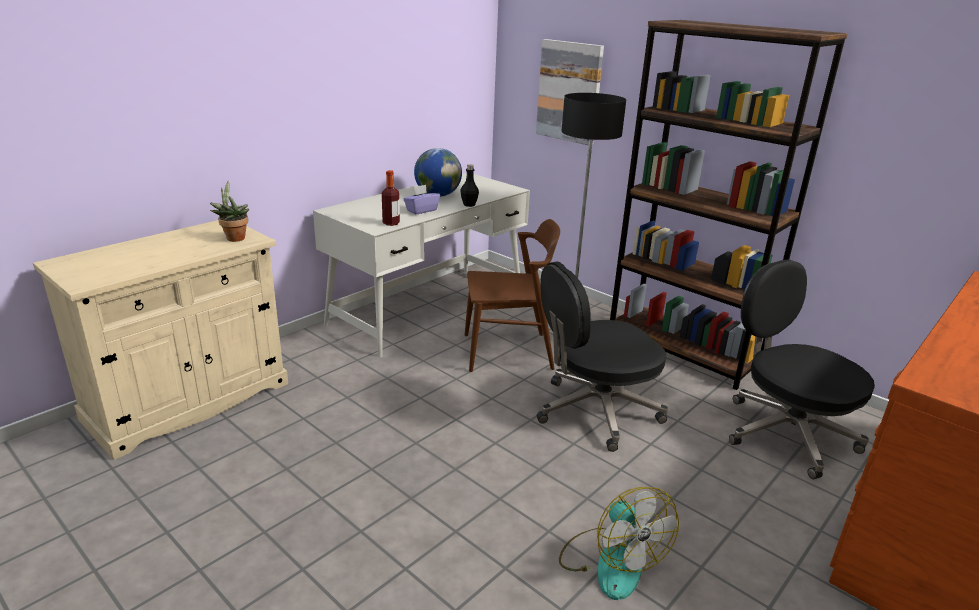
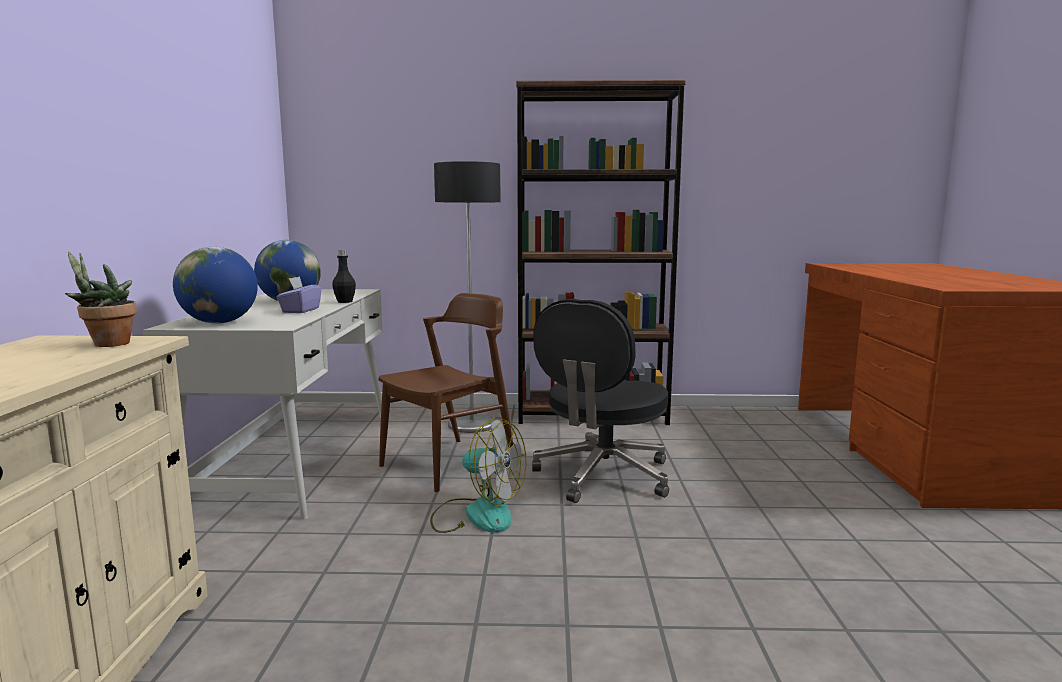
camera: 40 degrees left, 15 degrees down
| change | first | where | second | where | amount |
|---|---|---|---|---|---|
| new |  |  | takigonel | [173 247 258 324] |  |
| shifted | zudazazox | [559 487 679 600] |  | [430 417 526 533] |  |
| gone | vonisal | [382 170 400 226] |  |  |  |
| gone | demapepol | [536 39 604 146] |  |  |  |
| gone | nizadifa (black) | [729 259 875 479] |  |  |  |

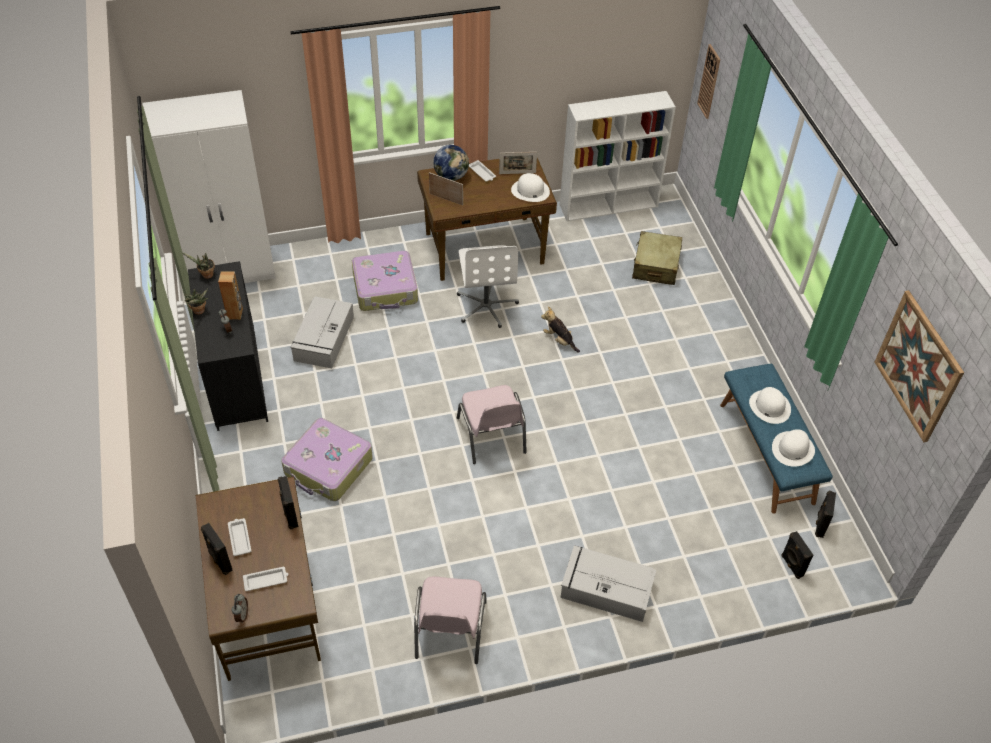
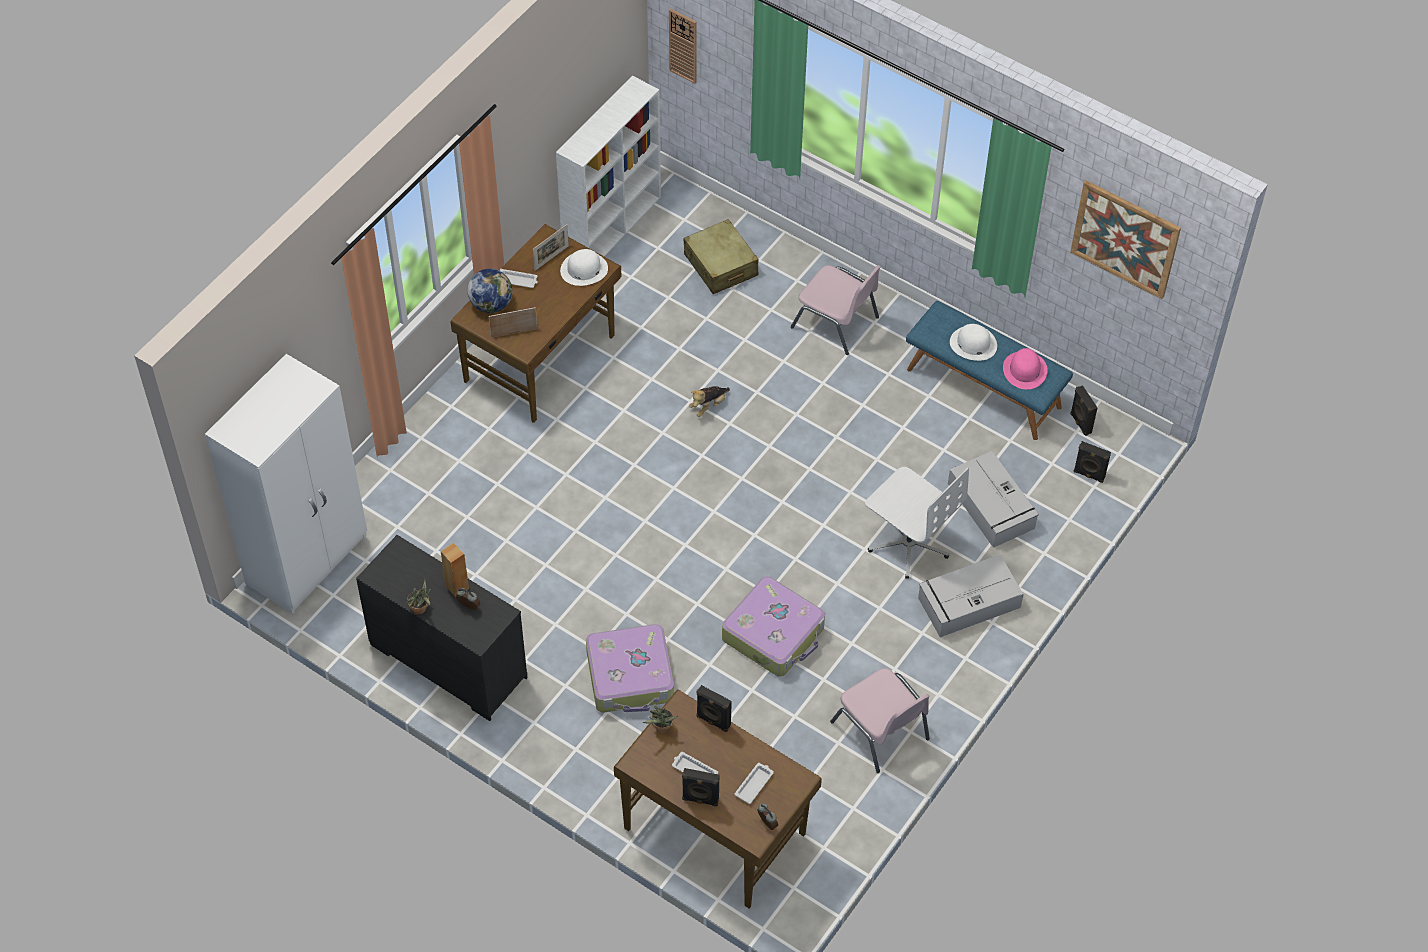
camera: 40 degrees left, 5 degrees up
| change | first | where | second | where | amount |
|---|---|---|---|---|---|
| shifted | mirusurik | [182 252 215 279] |  | [643 706 678 733] |  |
| rotated | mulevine | [541 307 580 353] |  | [689 386 730 417] | 45 degrees counterclockwise |
| shifted | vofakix | [352 251 418 311] |  | [722 576 825 677] |  |
| shifted | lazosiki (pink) | [457 385 527 464] |  | [791 265 881 355] |  |
| shifted | nizadifa (white) | [457 245 519 328] |  | [865 467 969 579] |  |
| shifted | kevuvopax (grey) | [291 296 354 368] |  | [948 451 1039 548] |  |
| repainted | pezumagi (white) | [772 429 815 467] | pezumagi (pink) | [1003 348 1048 389] |  |

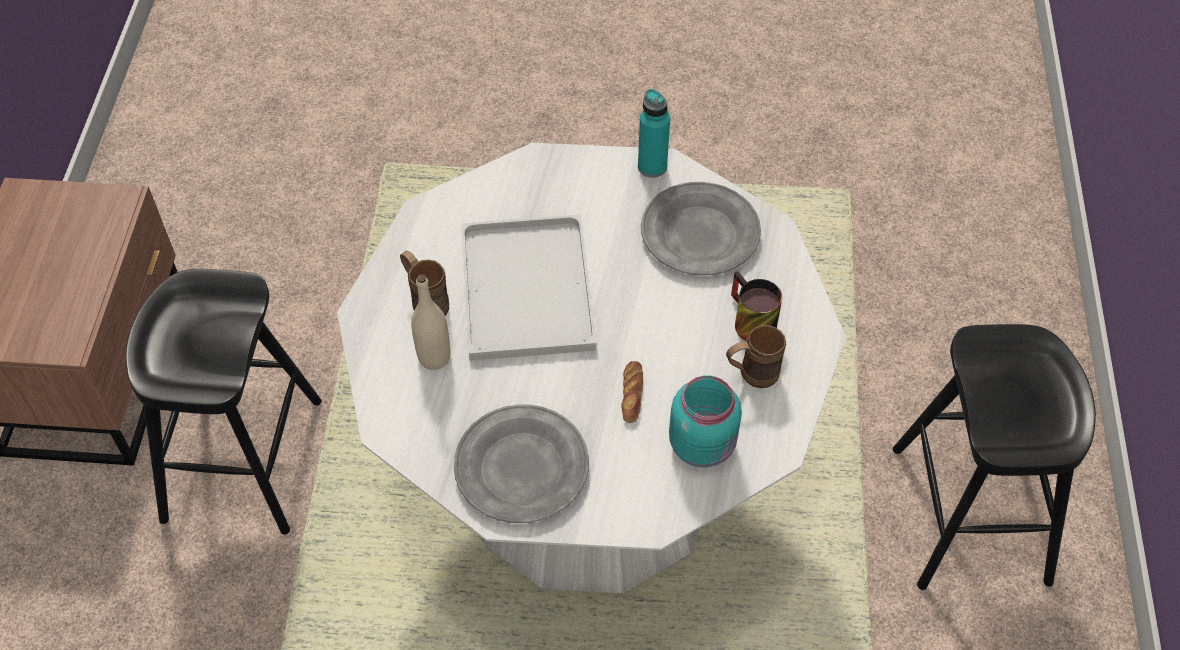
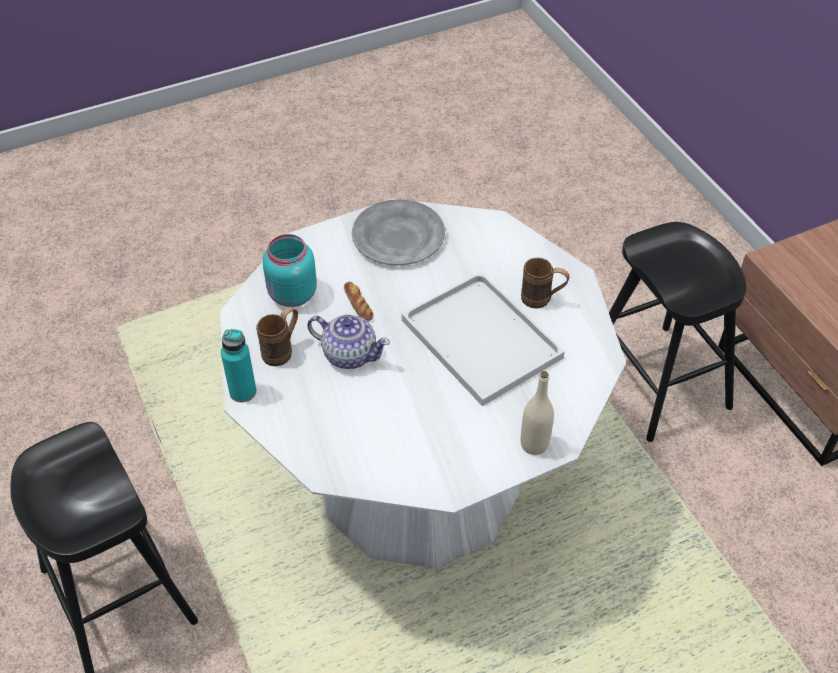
camera: 150 degrees right, 5 degrees down
| change | first | where | second | where | amount |
|---|---|---|---|---|---|
| shifted | vonisal (turquoise) | [638 89 670 178] |  | [221 329 257 402] |  |
| new |  |  | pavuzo | [307 314 390 369] |  |
| shifted | vonisal (beige) | [411 274 451 370] |  | [521 371 554 455] |  |
| gone | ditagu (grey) | [641 182 761 276] |  |  |  |
| gone | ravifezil | [731 271 782 341] |  |  |  |

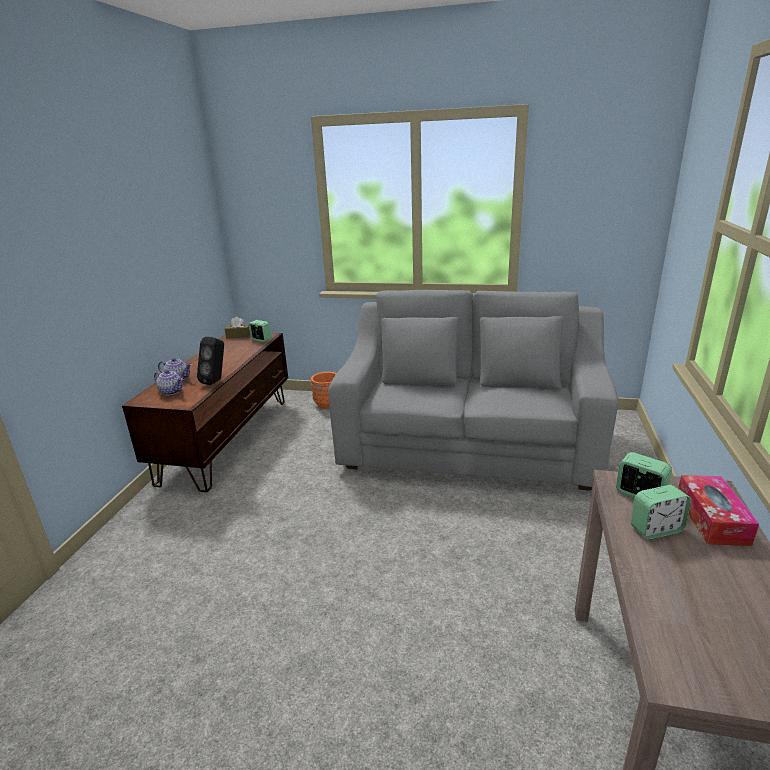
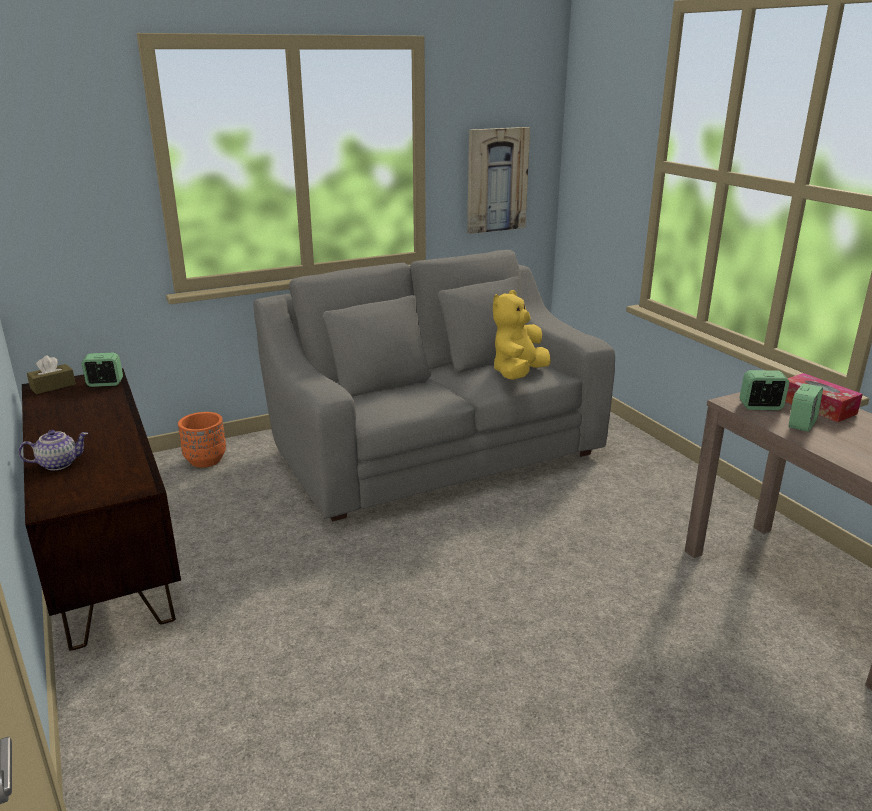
camera: 40 degrees left, 0 degrees up
| change | first | where | second | where | amount |
|---|---|---|---|---|---|
| new |  |  | demapepol | [467 127 530 234] |  |
| new |  |  | mulevine (yellow) | [493 290 551 380] |  |
| gone | pavuzo | [154 370 183 395] |  |  |  |
| gone | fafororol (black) | [197 337 224 385] |  |  |  |

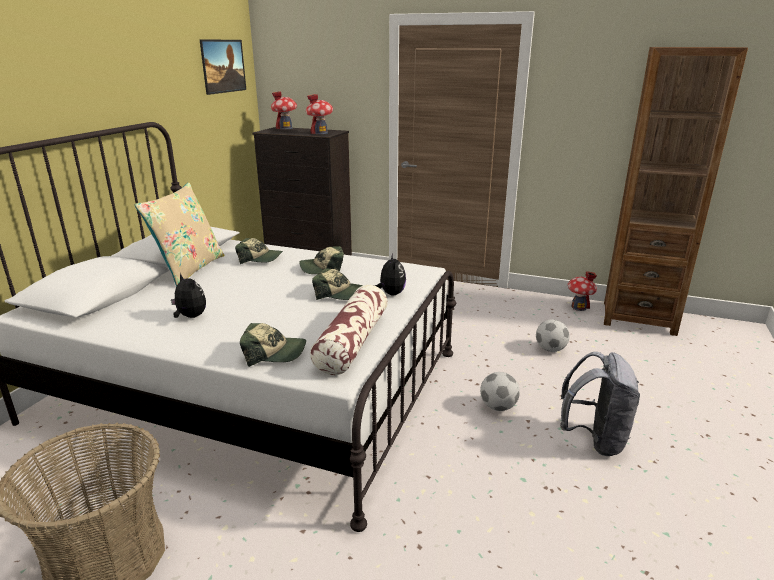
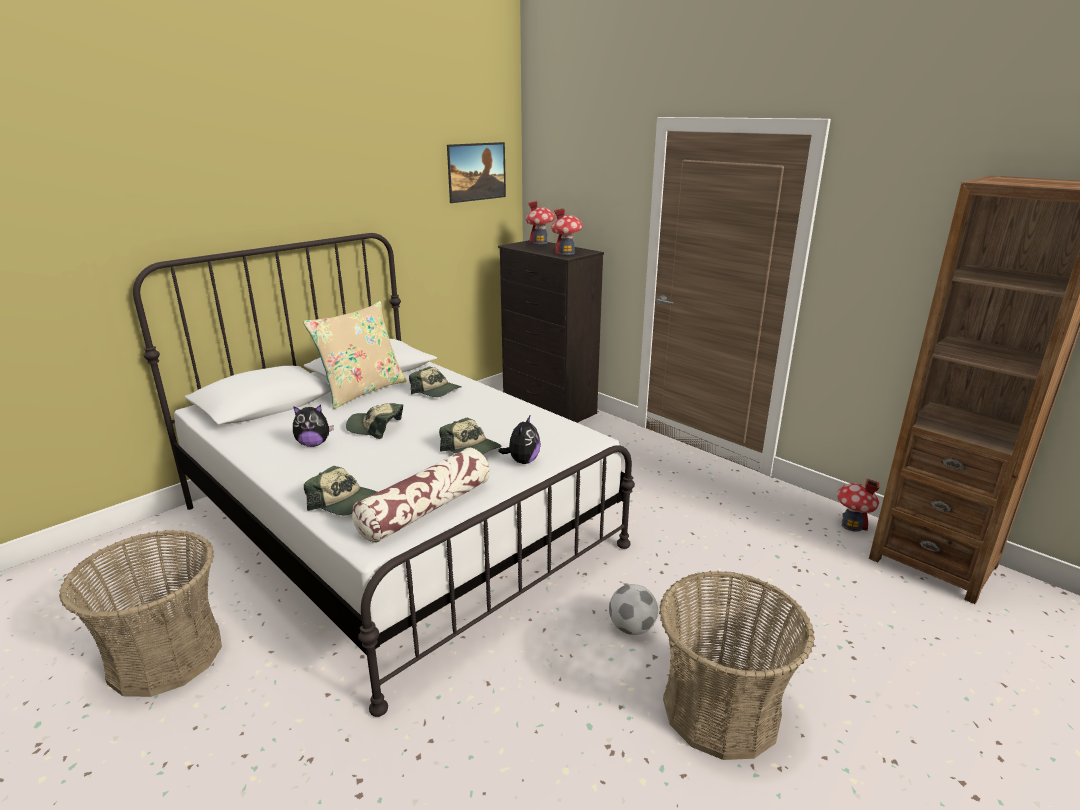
camera: 25 degrees right, 0 degrees up
| change | first | where | second | where | amount |
|---|---|---|---|---|---|
| rotated | mulevine | [171 273 206 318] |  | [293 405 334 447] | 105 degrees clockwise |
| shifted | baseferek | [299 246 344 274] |  | [346 403 403 439] |  |
| swapped | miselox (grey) | [560 352 640 456] | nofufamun | [659 571 815 760] |  |
| gone | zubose | [536 319 570 352] |  |  |  |

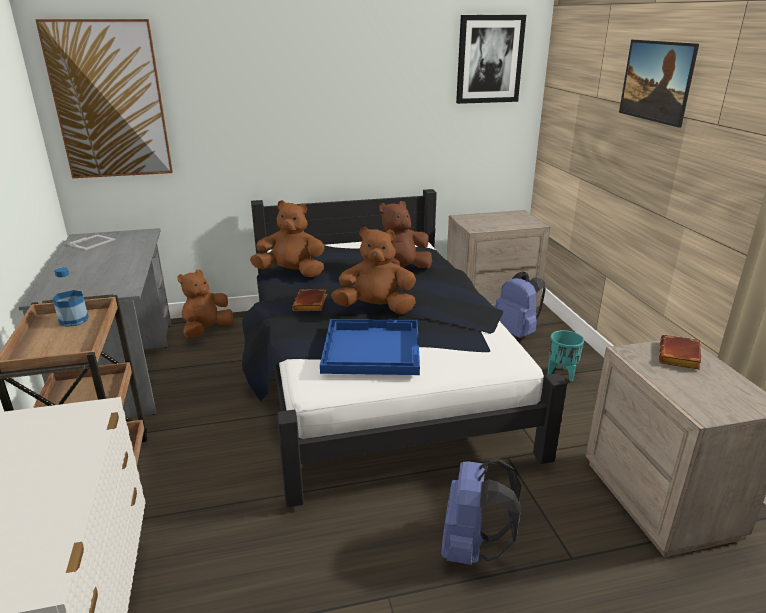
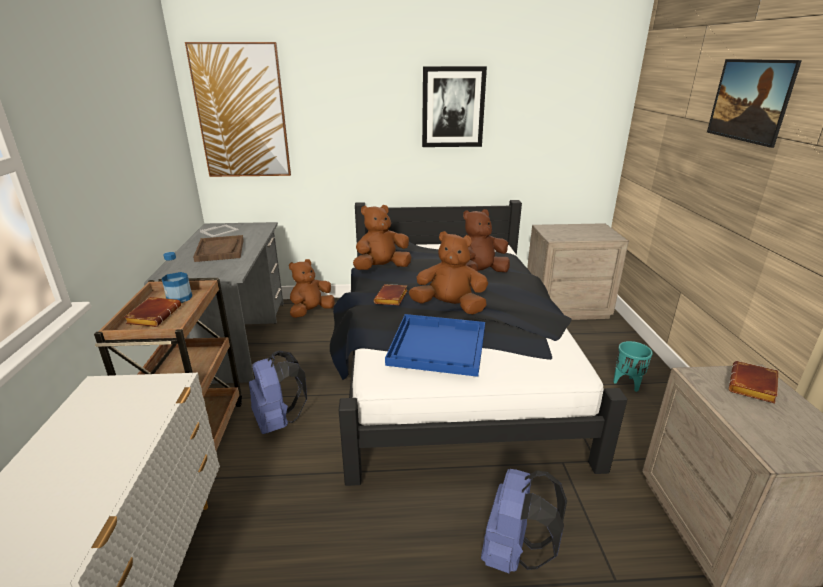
camera: 10 degrees right, 0 degrees up
| change | first | where | second | where | amount |
|---|---|---|---|---|---|
| new |  |  | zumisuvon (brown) | [124 297 181 327] |  |
| new |  |  | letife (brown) | [193 235 244 262] |  |
| shifted | miselox (blue) | [494 272 546 338] |  | [249 350 307 434] |  |
| rotated | mulevine (brown) | [250 200 325 277] |  | [353 205 411 270] | 45 degrees counterclockwise |
| shifted | demapepol | [456 15 526 104] |  | [422 66 487 147] |  |

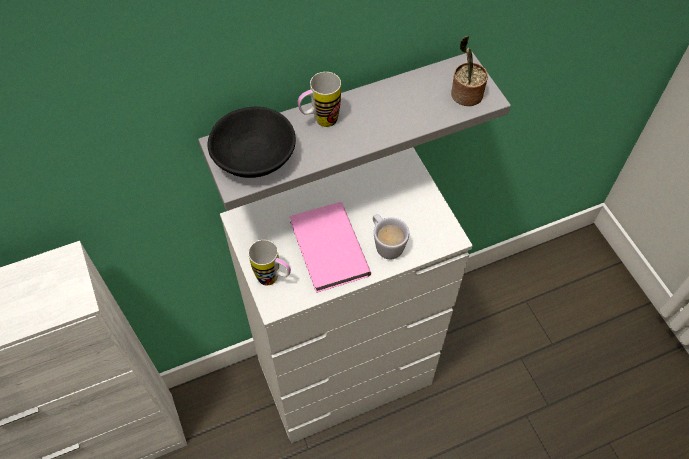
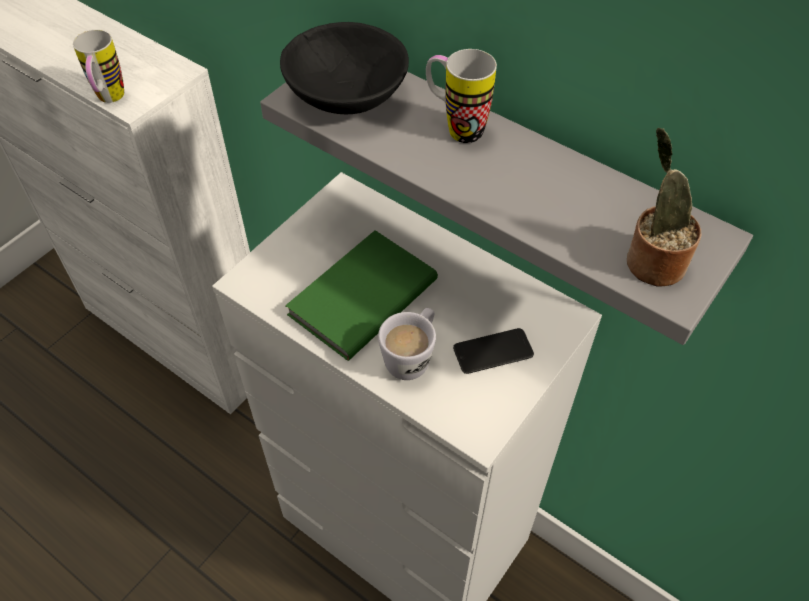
camera: 60 degrees right, 5 degrees down
| change | first | where | second | where | amount |
|---|---|---|---|---|---|
| shifted | ravifezil | [248 240 291 285] |  | [73 30 124 103] |  |
| repainted | zumisuvon (pink) | [290 202 371 293] | zumisuvon (green) | [285 230 438 361] |  |
| new |  |  | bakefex | [453 328 534 374] |  |

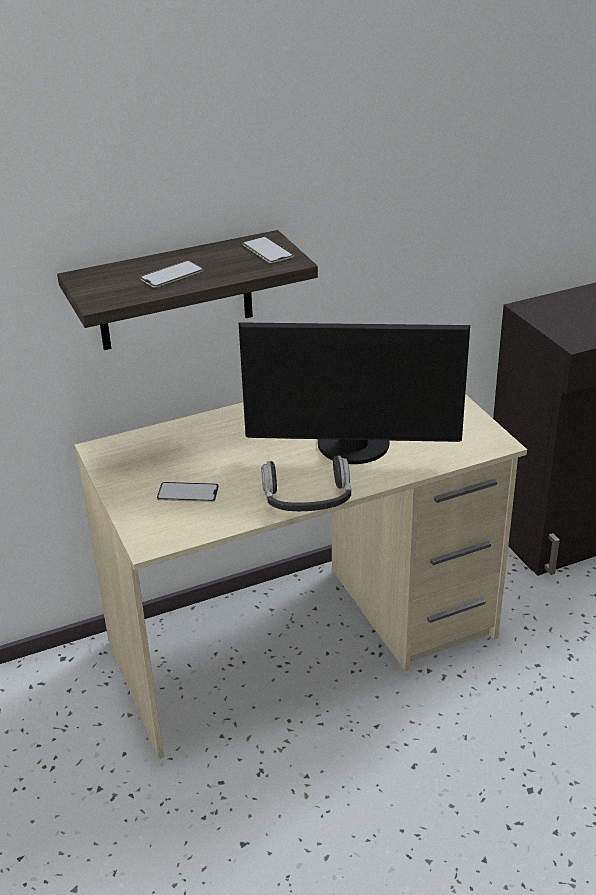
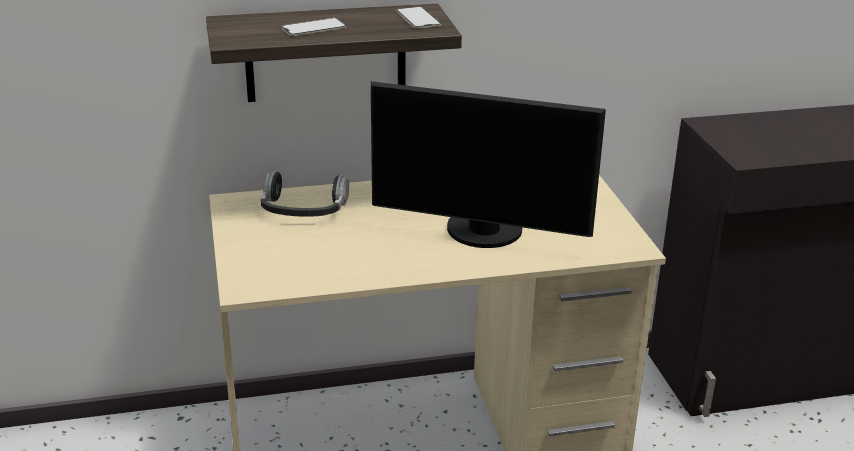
camera: 10 degrees right, 5 degrees down
| change | first | where | second | where | amount |
|---|---|---|---|---|---|
| shifted | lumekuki | [261 456 351 511] |  | [260 172 349 217] |  |
| gone | bakefex | [157 482 219 502] |  |  |  |

